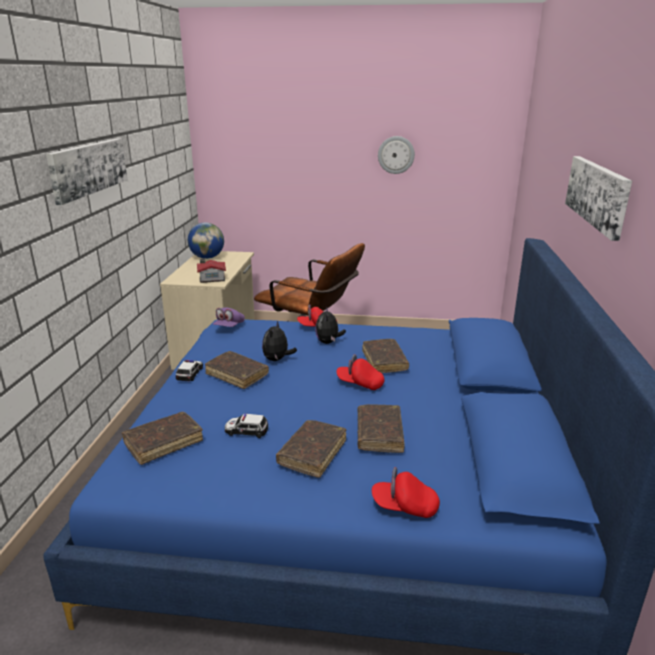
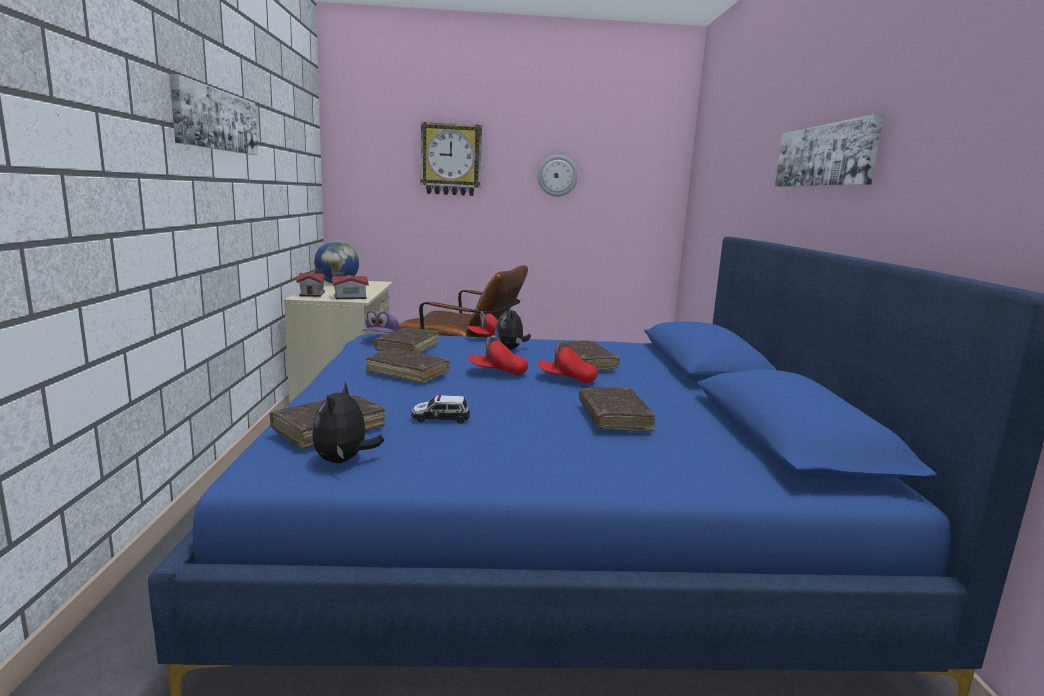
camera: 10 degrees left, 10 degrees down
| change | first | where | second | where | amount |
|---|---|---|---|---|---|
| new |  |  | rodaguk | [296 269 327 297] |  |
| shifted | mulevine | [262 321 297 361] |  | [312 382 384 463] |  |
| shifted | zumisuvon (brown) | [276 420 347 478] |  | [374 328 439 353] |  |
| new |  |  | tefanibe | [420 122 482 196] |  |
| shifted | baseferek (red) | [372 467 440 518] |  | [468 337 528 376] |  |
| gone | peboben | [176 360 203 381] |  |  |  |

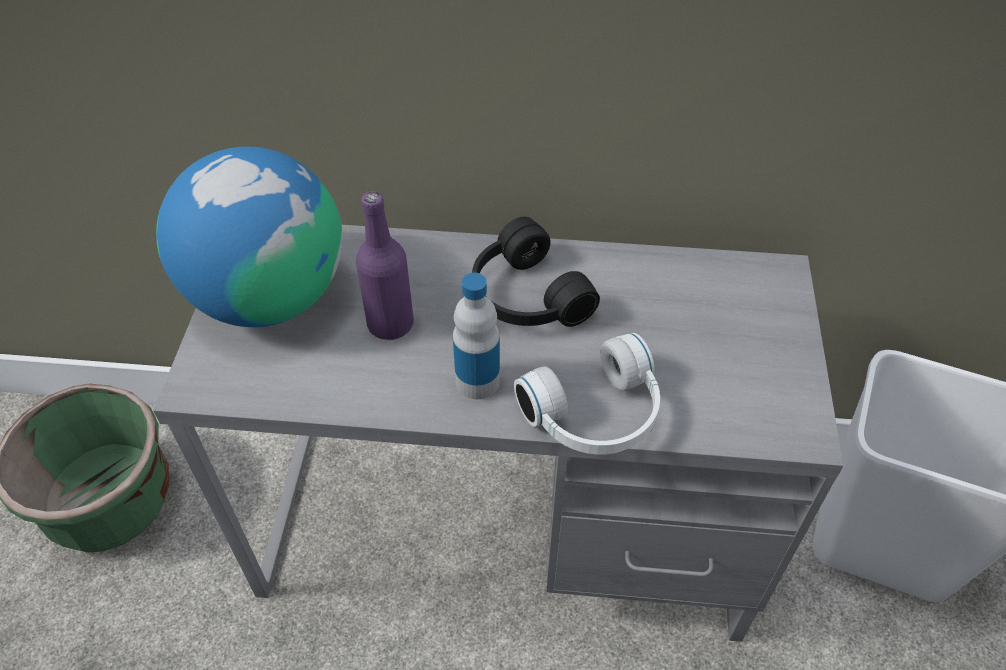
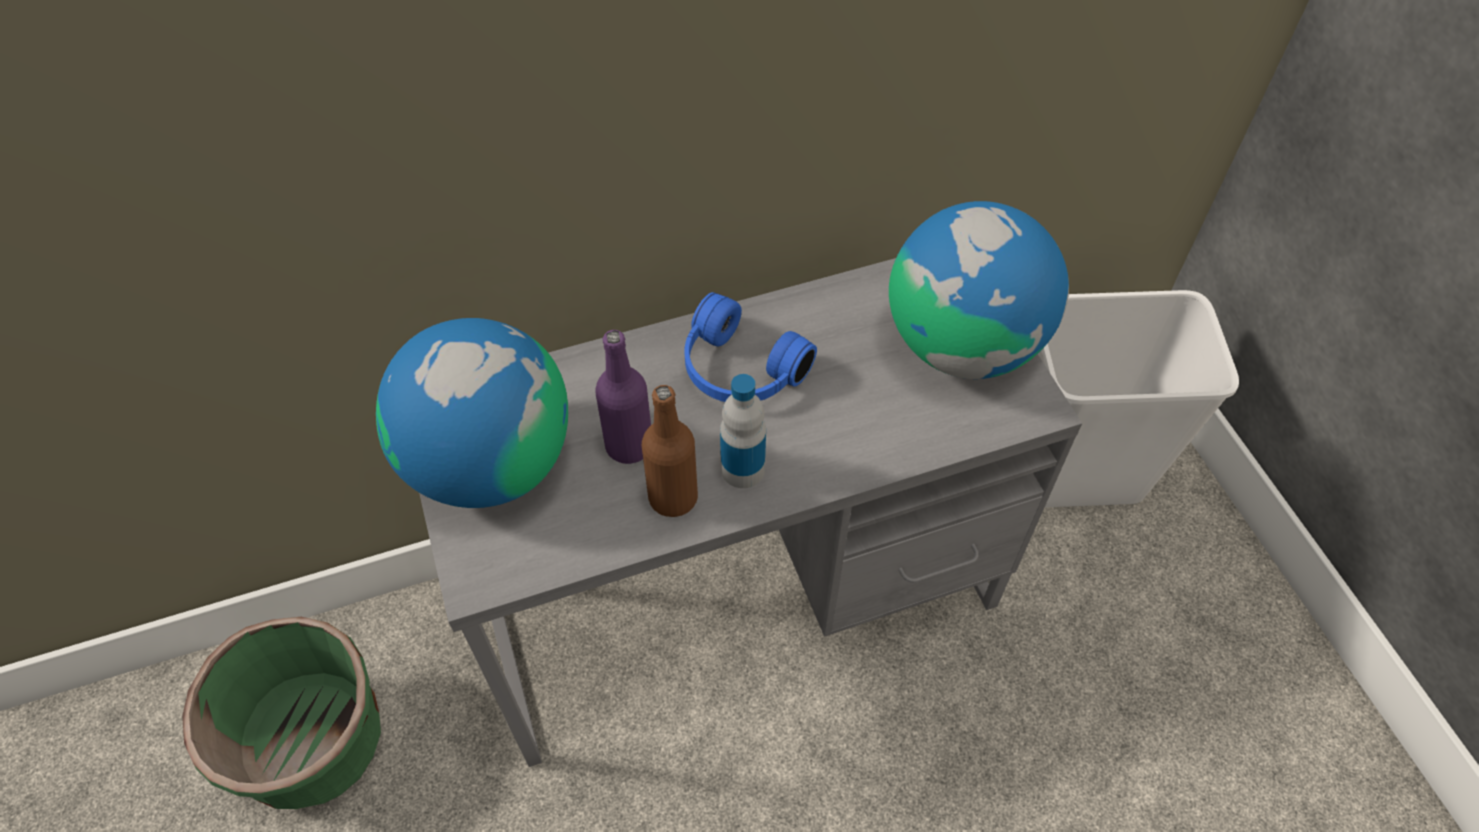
camera: 25 degrees left, 5 degrees up
| change | first | where | second | where | amount |
|---|---|---|---|---|---|
| new |  |  | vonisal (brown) | [642 385 698 517] |  |
| repainted | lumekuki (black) | [472 217 600 327] | lumekuki (blue) | [684 292 817 402] |  |
| new |  |  | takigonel | [889 201 1069 379] |  |
| gone | lumekuki (white) | [514 333 660 455] |  |  |  |

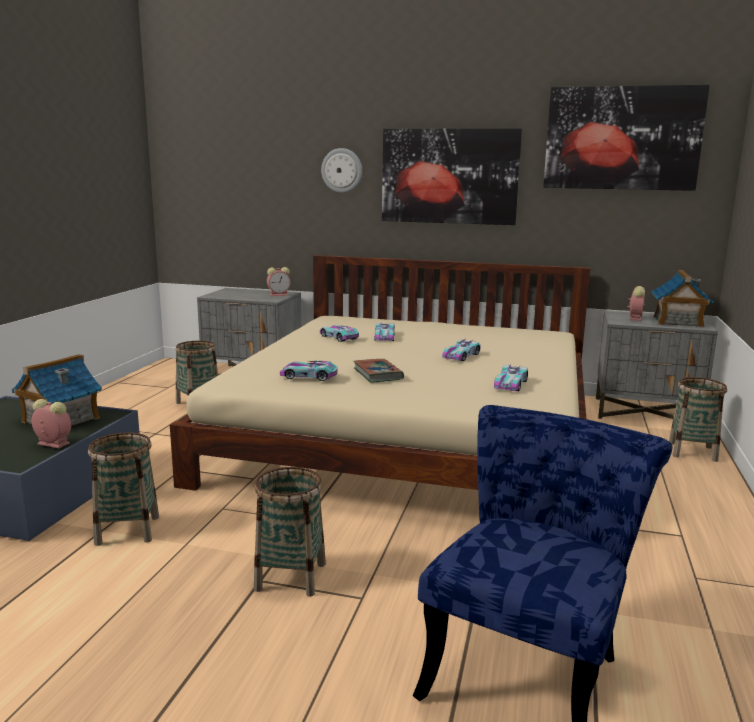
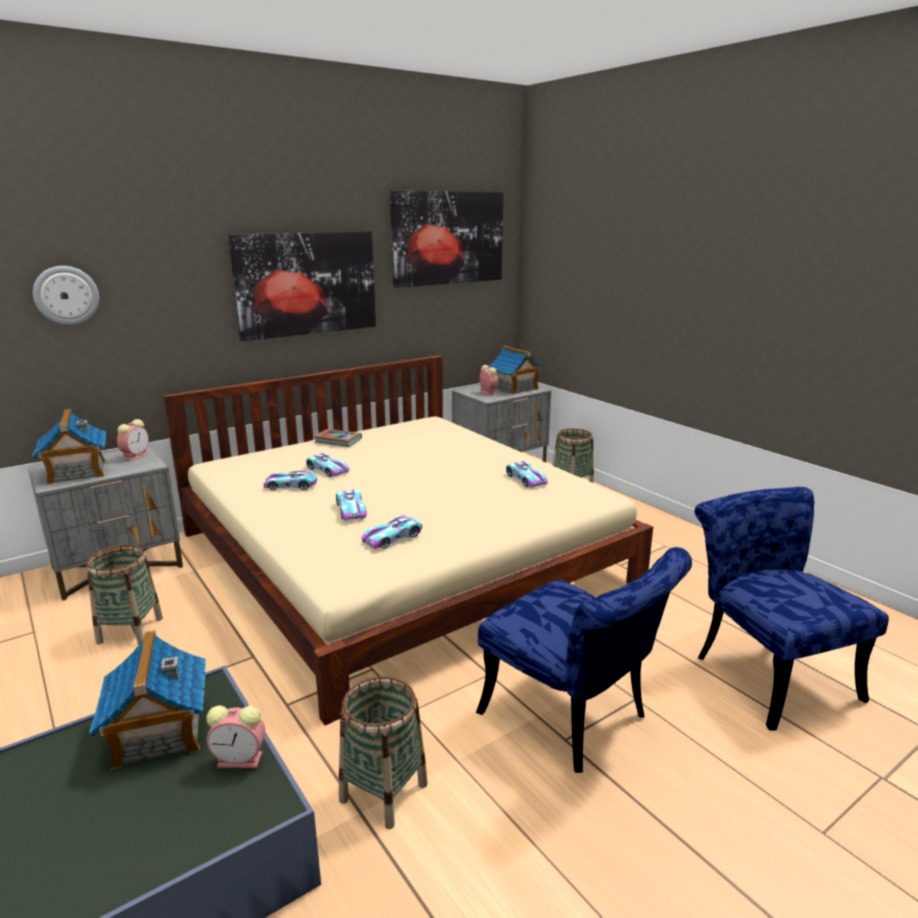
camera: 50 degrees left, 5 degrees up
| change | first | where | second | where | amount |
|---|---|---|---|---|---|
| new |  |  | rodaguk | [32 409 106 485] |  |
| shifted | tefanibe | [321 148 362 193] |  | [33 266 99 325] |  |
| rotated | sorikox | [32 399 71 448] |  | [206 705 265 768] | 150 degrees counterclockwise |
| shifted | zumisuvon | [353 359 404 383] |  | [314 429 362 447] |  |
| shifted | peboben | [442 339 481 361] |  | [336 489 367 520] |  |
| swapped | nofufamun | [254 467 326 597] | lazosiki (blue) | [476 547 692 773] |  |

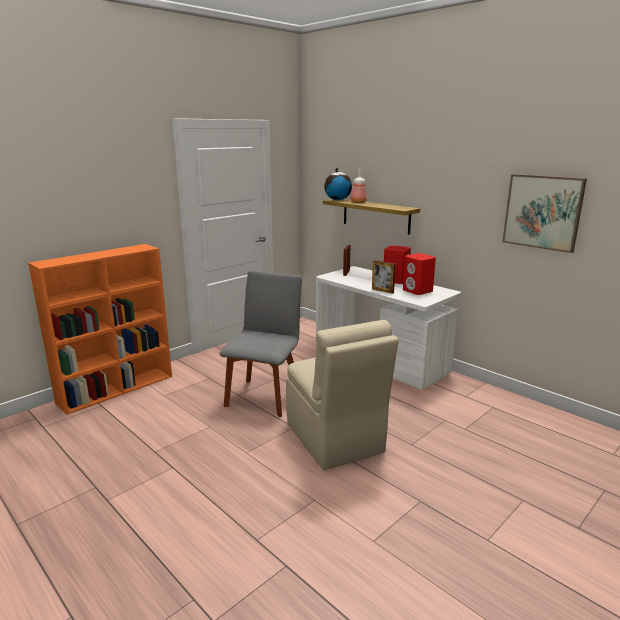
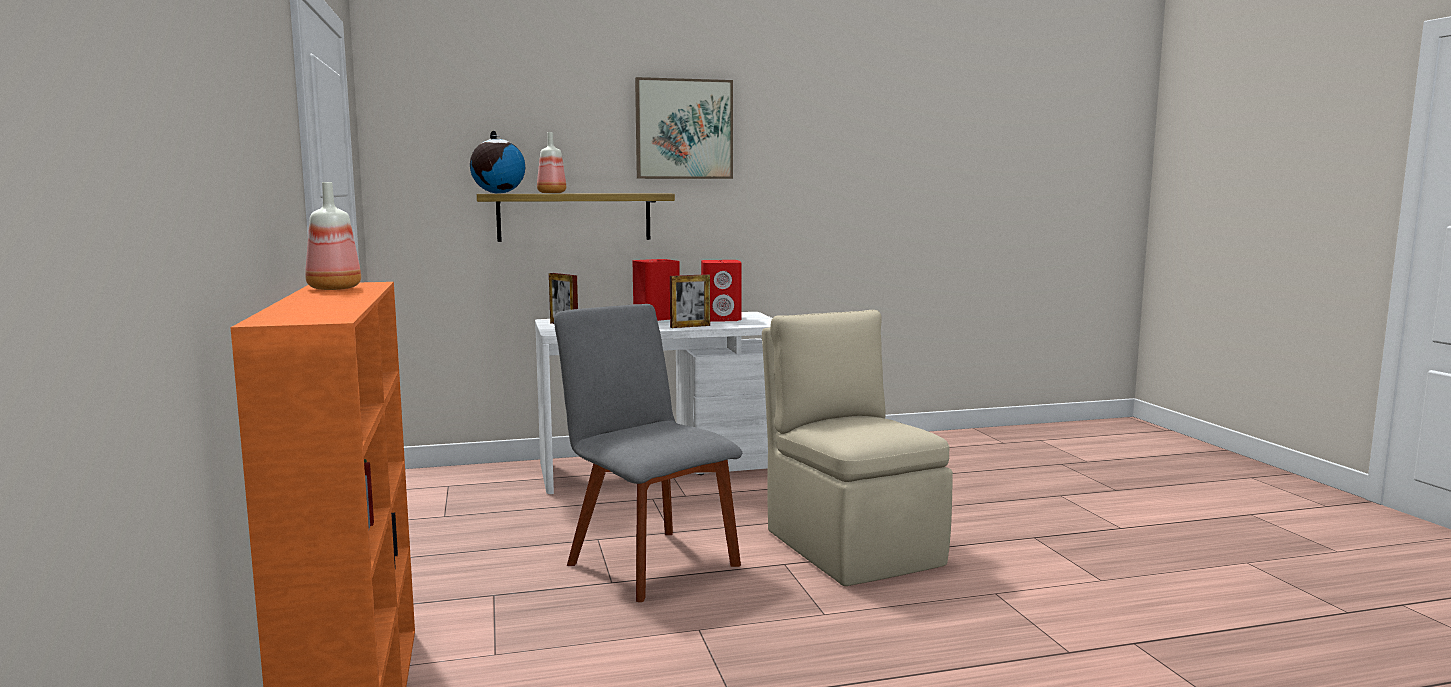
camera: 60 degrees left, 10 degrees down
| change | first | where | second | where | amount |
|---|---|---|---|---|---|
| new |  |  | vonisal | [305 182 361 290] |  |
| shifted | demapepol | [502 174 587 253] |  | [635 77 733 179] |  |
| rotated | lazosiki (beige) | [286 320 399 470] |  | [762 310 953 586] | 120 degrees counterclockwise |

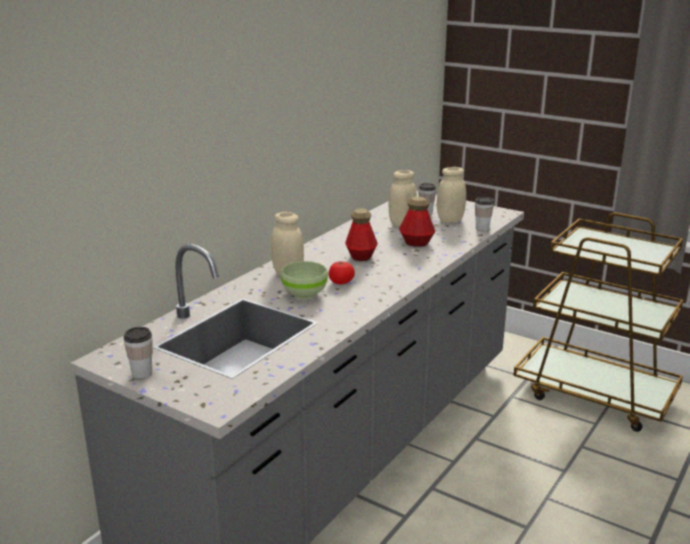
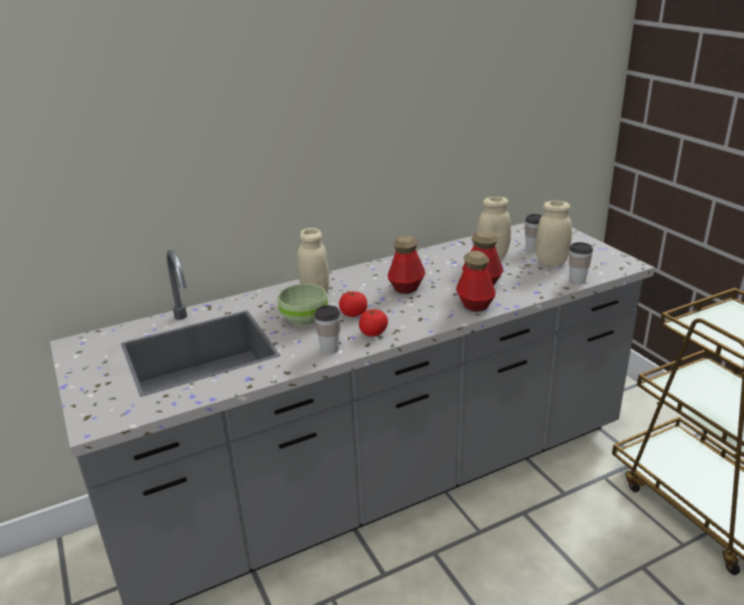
camera: 30 degrees right, 5 degrees up
| change | first | where | second | where | amount |
|---|---|---|---|---|---|
| shifted | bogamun | [124 327 153 378] |  | [314 305 341 354] |  |
| new |  |  | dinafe | [359 309 388 337] |  |
| new |  |  | vonisal | [456 251 496 312] |  |

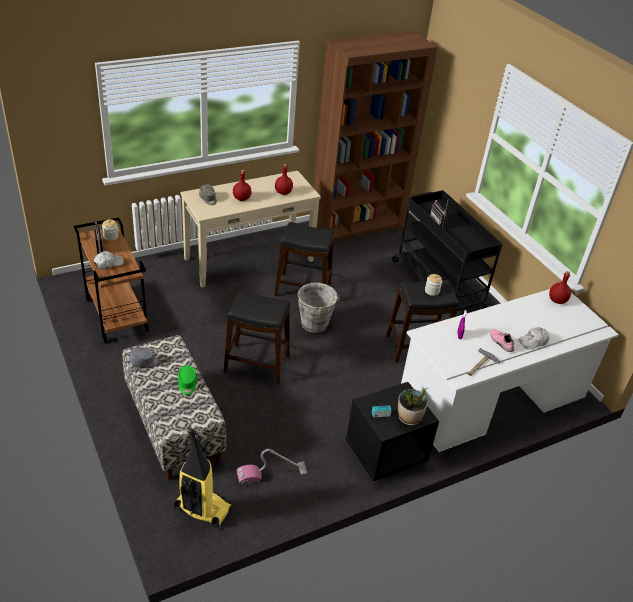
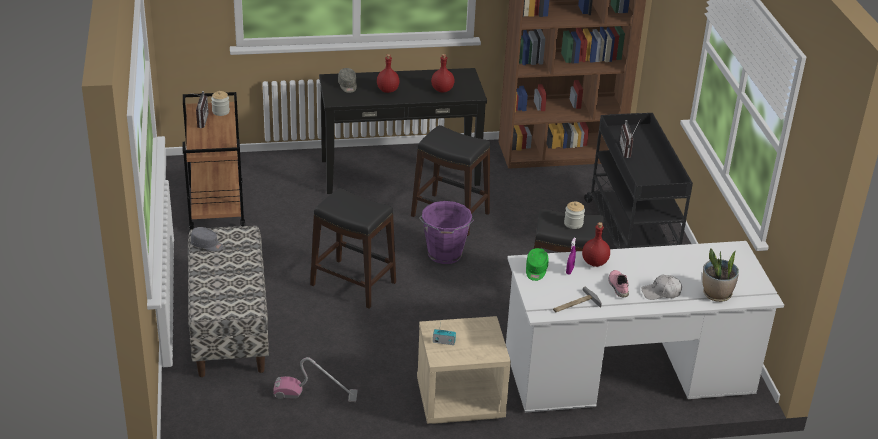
camera: 20 degrees right, 5 degrees down
| change | first | where | second | where | amount |
|---|---|---|---|---|---|
| repainted | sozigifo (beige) | [181 171 321 288] | sozigifo (black) | [319 68 487 194] |  |
| repainted | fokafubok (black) | [346 382 439 481] | fokafubok (beige) | [417 316 511 424] |  |
| repainted | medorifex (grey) | [298 283 340 333] | medorifex (purple) | [419 201 474 264] |  |
| shifted | baseferek (green) | [178 365 197 395] |  | [526 248 549 281] |  |
| shifted | vonisal (red) | [549 271 571 304] |  | [582 222 610 267] |  |
| shifted | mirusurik | [398 388 428 426] |  | [702 249 739 302] |  |
| gone | baseferek (white) | [94 251 124 270] |  |  |  |
| gone | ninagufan | [174 427 233 529] |  |  |  |

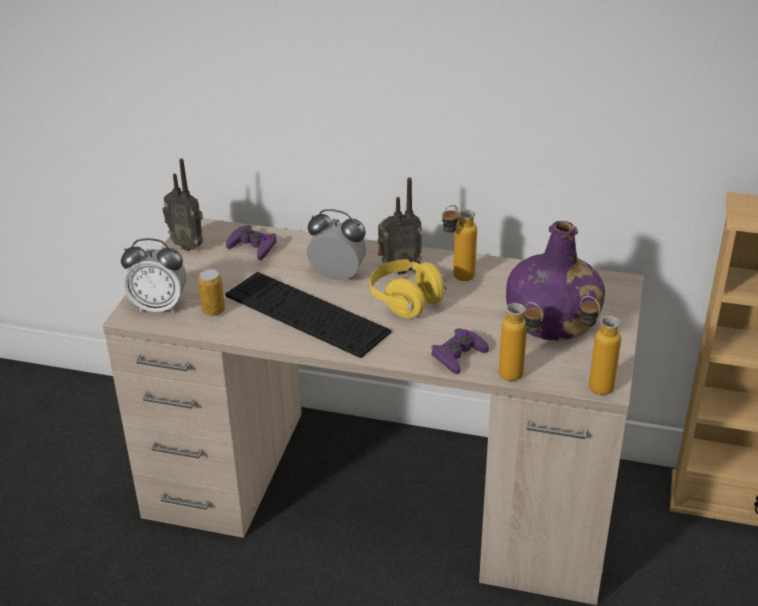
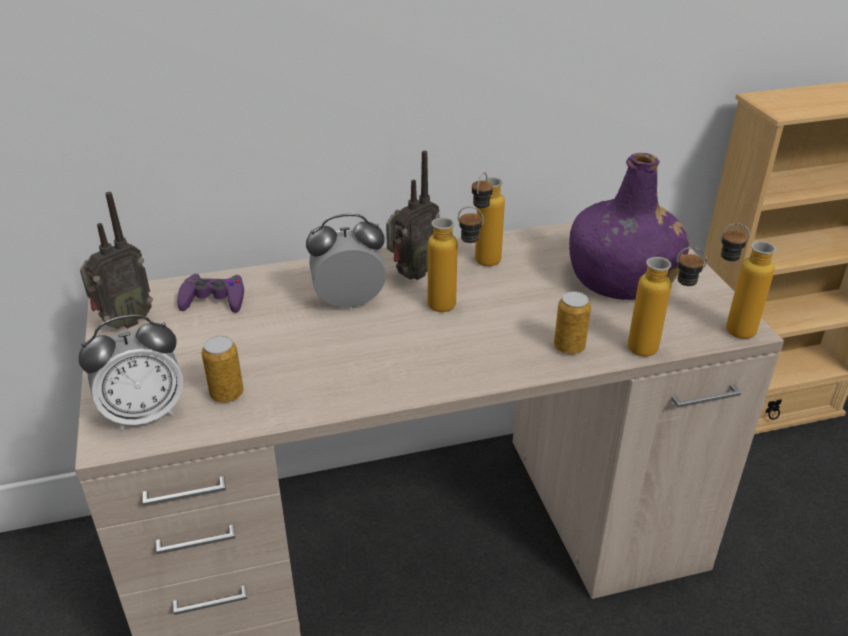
camera: 30 degrees left, 0 degrees up
| change | first | where | second | where | amount |
|---|---|---|---|---|---|
| rotated | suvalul | [162 159 203 251] |  | [80 192 153 329] | 45 degrees counterclockwise |
| swapped | lumekuki (yellow) | [369 259 446 318] | vonisal | [428 206 484 312] |  |
| swapped | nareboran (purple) | [431 328 489 374] | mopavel | [554 291 591 355] |  |
| gone | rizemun | [225 272 392 358] |  |  |  |

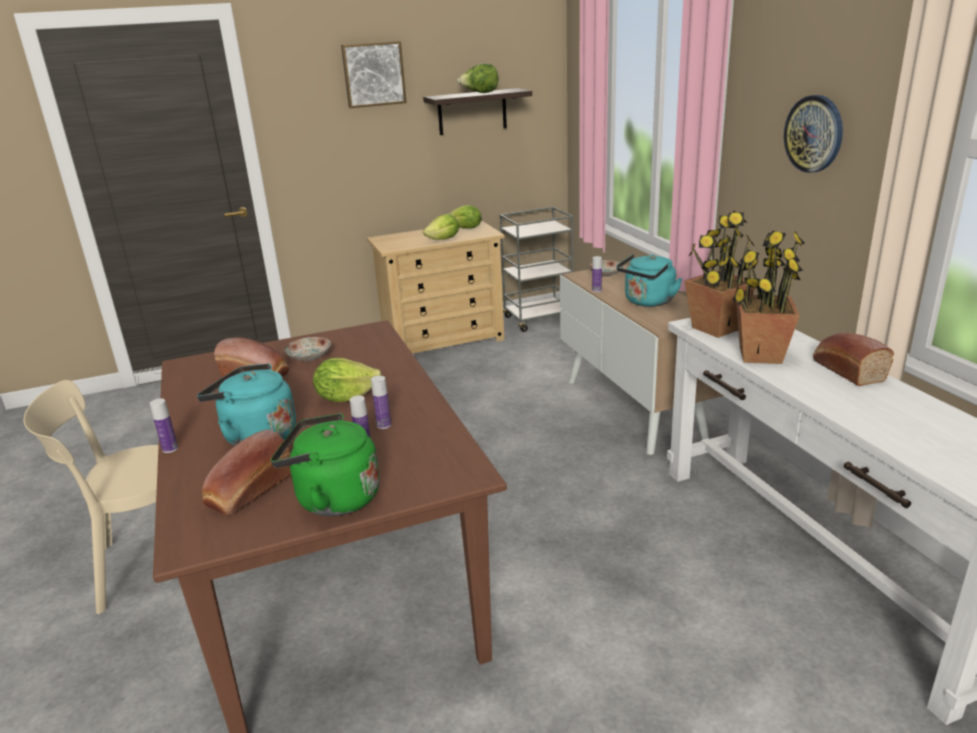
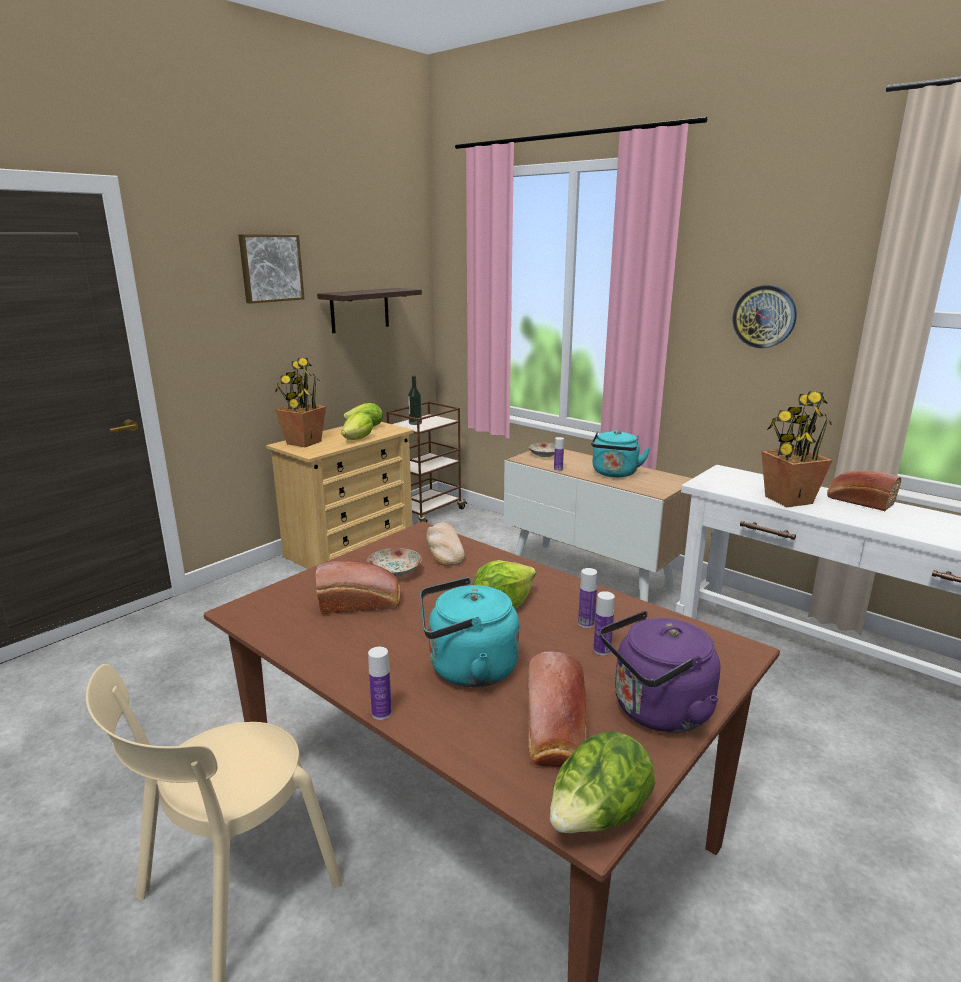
camera: 30 degrees left, 5 degrees down
| change | first | where | second | where | amount |
|---|---|---|---|---|---|
| shifted | mirusurik | [685 211 756 338] |  | [275 358 326 447] |  |
| repainted | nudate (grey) | [500 207 573 332] | nudate (brown) | [386 401 467 523] |  |
| new |  |  | vonisal | [408 376 422 425] |  |
| new |  |  | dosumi | [426 522 465 566] |  |
| shifted | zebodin | [457 63 498 93] |  | [550 731 655 833] |  |
| repainted | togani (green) | [271 413 380 516] | togani (purple) | [600 611 720 733] |  |

